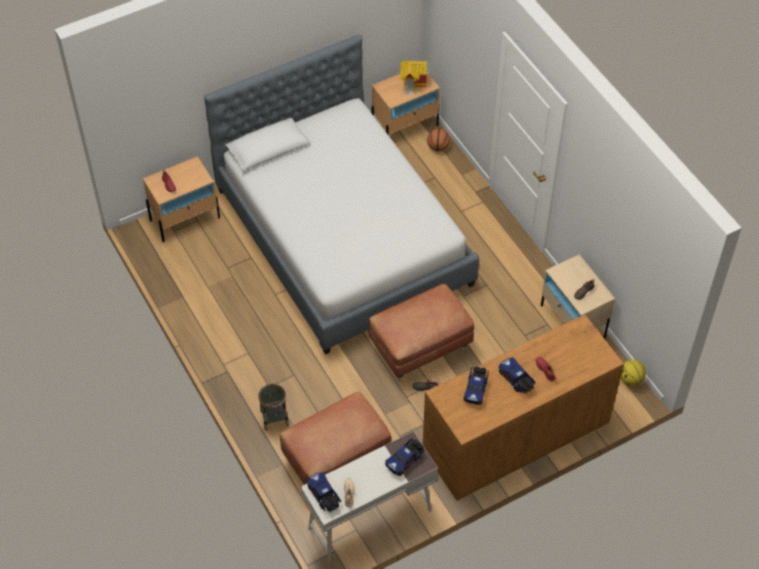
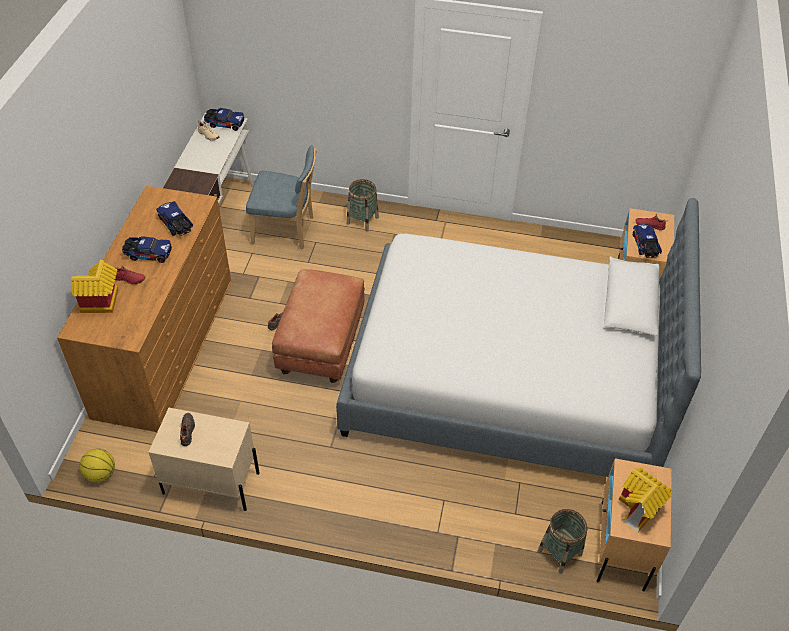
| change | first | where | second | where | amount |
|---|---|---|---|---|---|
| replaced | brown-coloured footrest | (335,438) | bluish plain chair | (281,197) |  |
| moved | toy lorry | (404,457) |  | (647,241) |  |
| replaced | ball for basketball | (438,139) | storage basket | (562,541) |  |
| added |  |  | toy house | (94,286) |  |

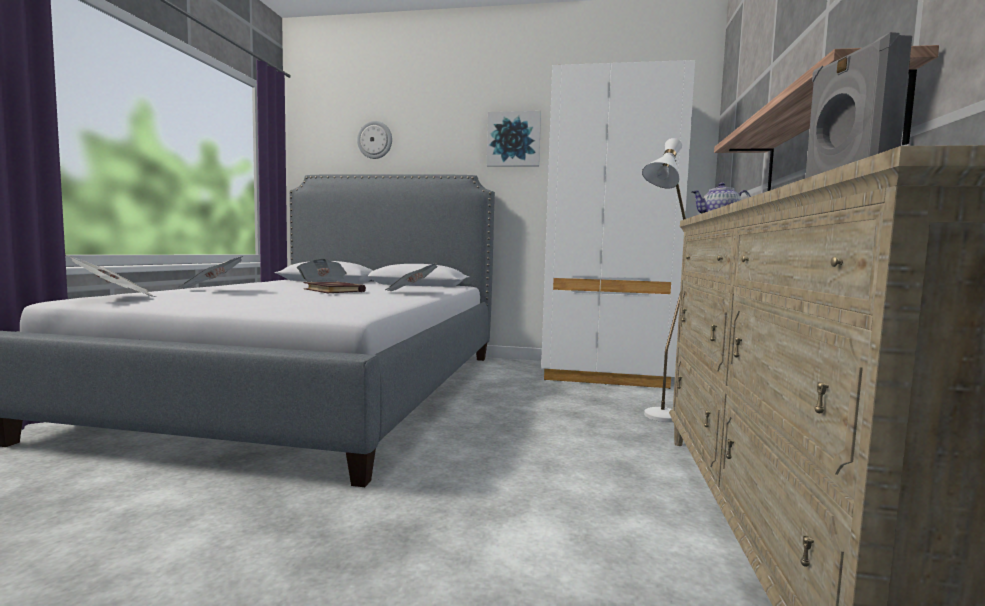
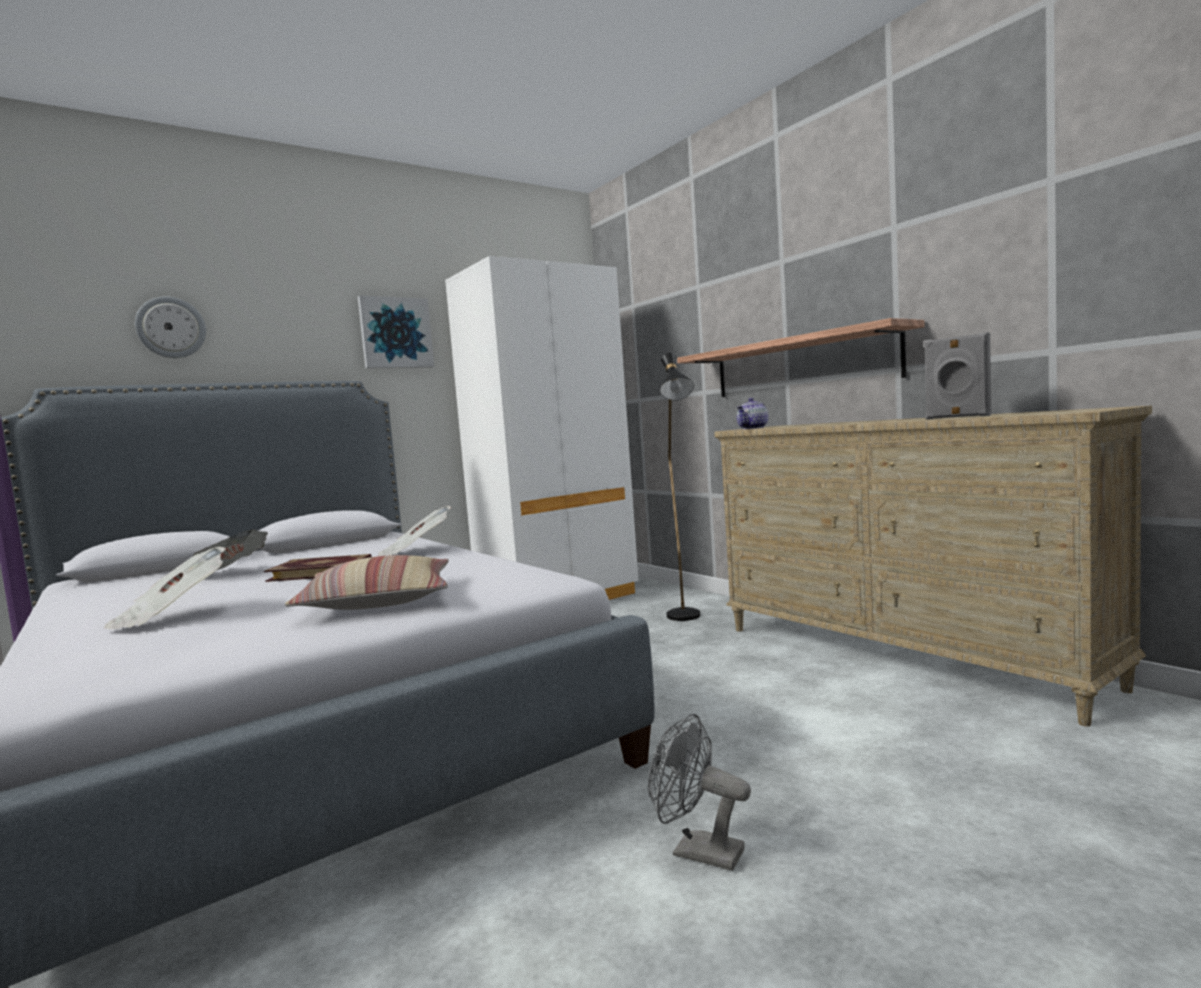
| change | first | where | second | where | amount |
|---|---|---|---|---|---|
| removed | printed paper | (111,276) |  |  |  |
| recoloured | white standard lamp | (664,280) | black-coloured standard lamp | (680,487) |  |
| added |  |  | cushion | (367,582) |  |
| added |  |  | grey cooling fan | (699,792) |  |

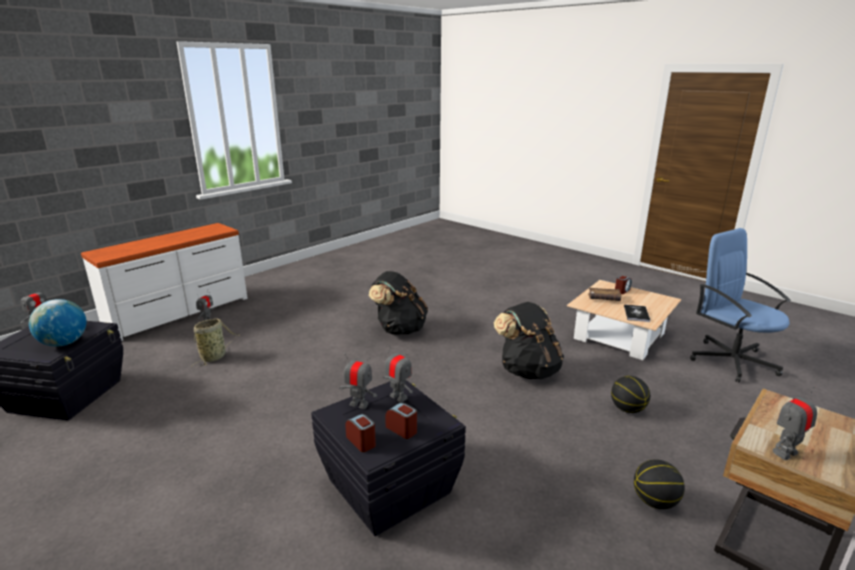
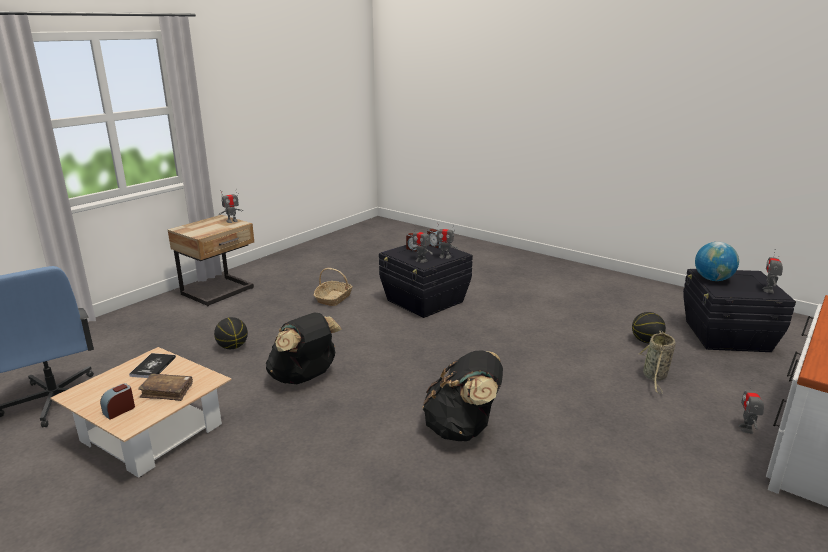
| change | first | where | second | where | amount |
|---|---|---|---|---|---|
| moved | ball for basketball | (659,484) |  | (649,327) |  |
| added |  |  | storage basket | (333,287) |  |

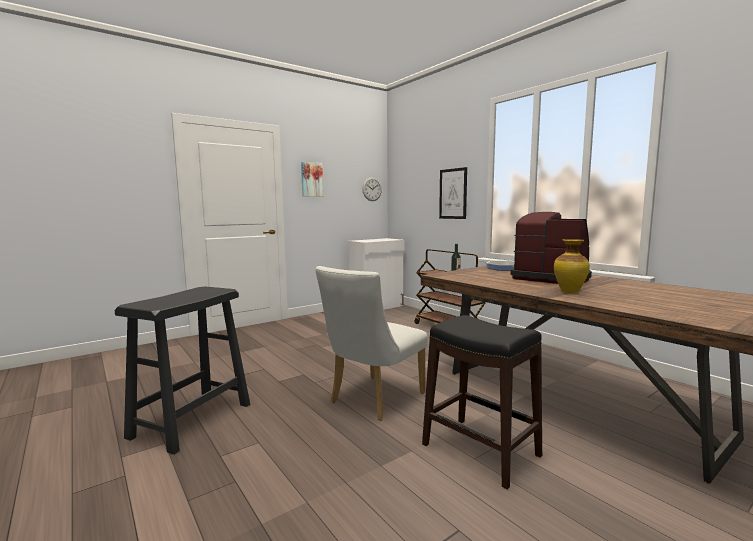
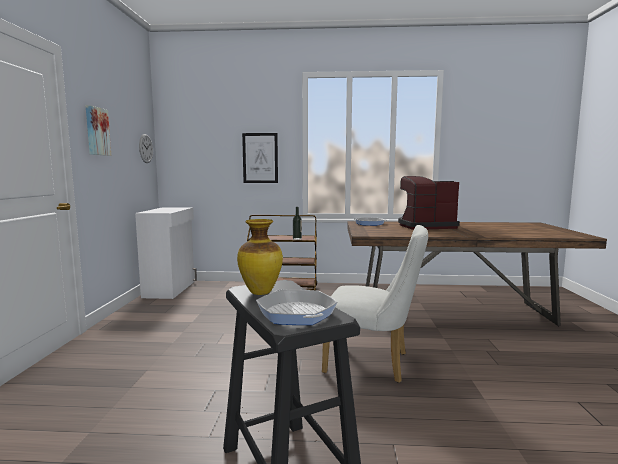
| change | first | where | second | where | amount |
|---|---|---|---|---|---|
| turned | white plain chair | (371,343) |  | (375,304) | 60 degrees counterclockwise |
| removed | black-coloured sitting stool | (482,402) |  |  |  |
| moved | decorative vase | (572,266) |  | (260,257) |  |
| added |  |  | pan | (297,307) |  |

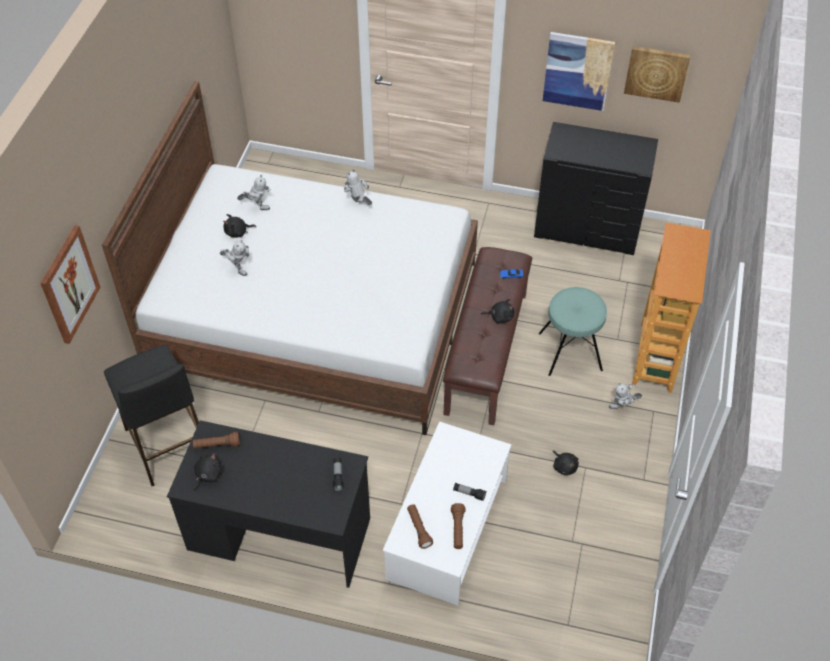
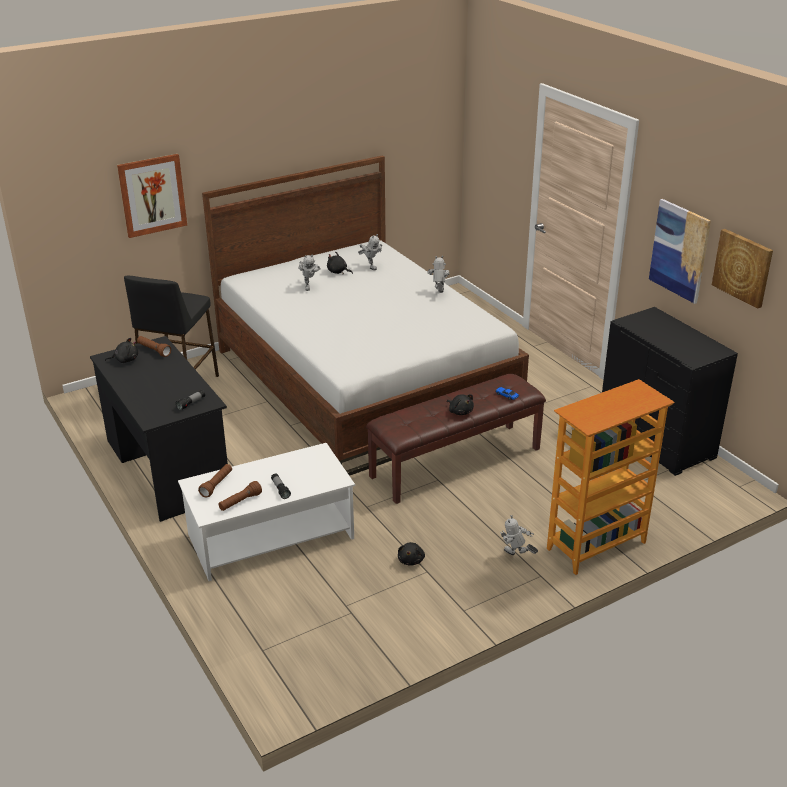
| change | first | where | second | where | amount |
|---|---|---|---|---|---|
| removed | turquoise-coloured sitting stool | (573,331) |  |  |  |

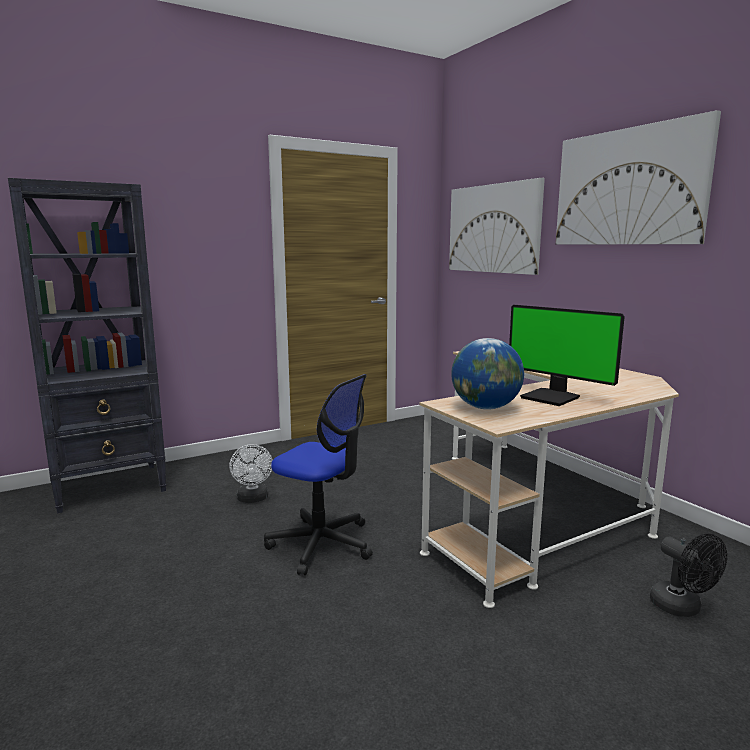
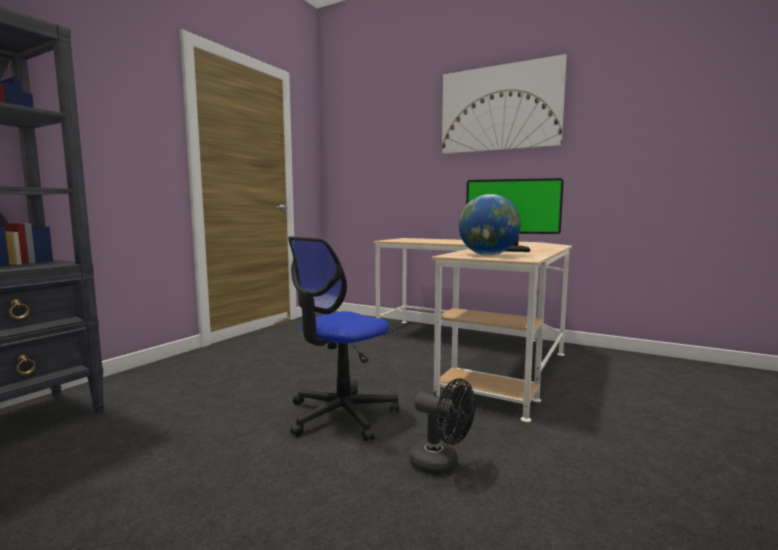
| change | first | where | second | where | amount |
|---|---|---|---|---|---|
| removed | white cooling fan | (251,473) |  |  |  |
| turned | computer chair | (318,475) |  | (343,338) | 135 degrees clockwise |
| removed | wall art | (497,226) |  |  |  |
| moved | black-coloured cooling fan | (688,575) |  | (442,427) |  |

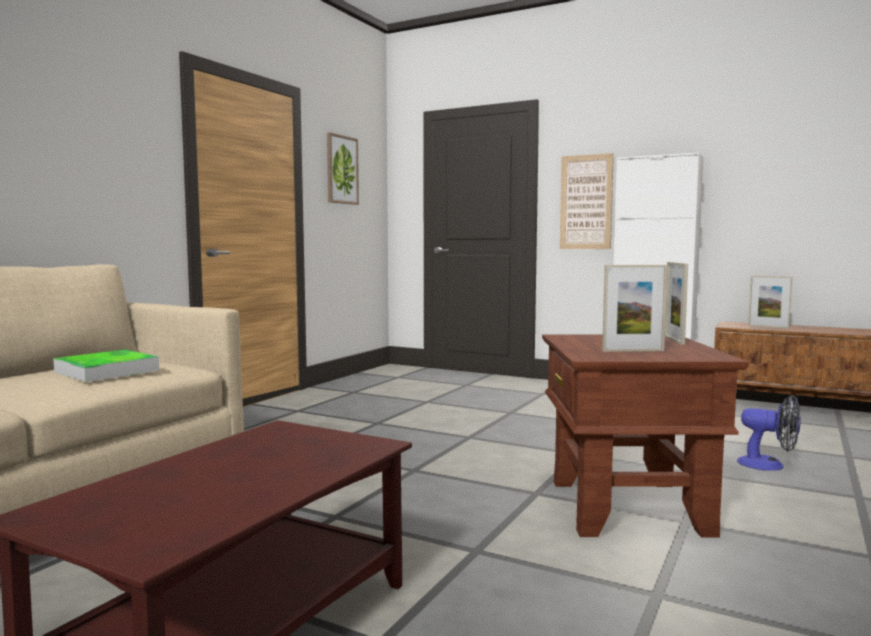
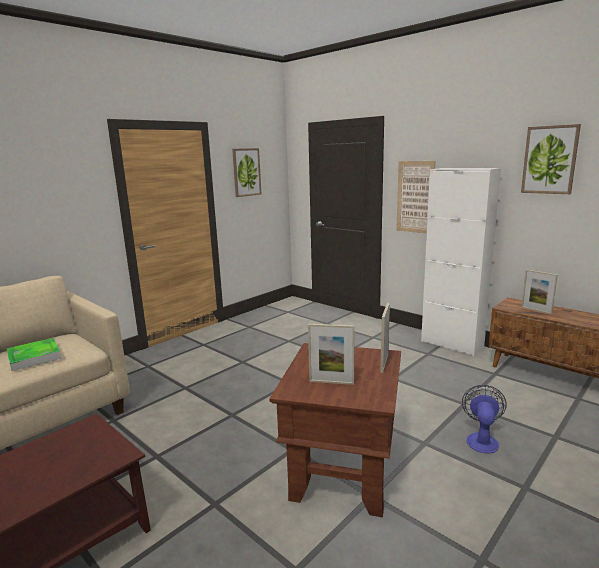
| change | first | where | second | where | amount |
|---|---|---|---|---|---|
| turned | cooling fan | (769,433) |  | (484,419) | 120 degrees counterclockwise |
| added |  |  | wall art | (551,159) |  |

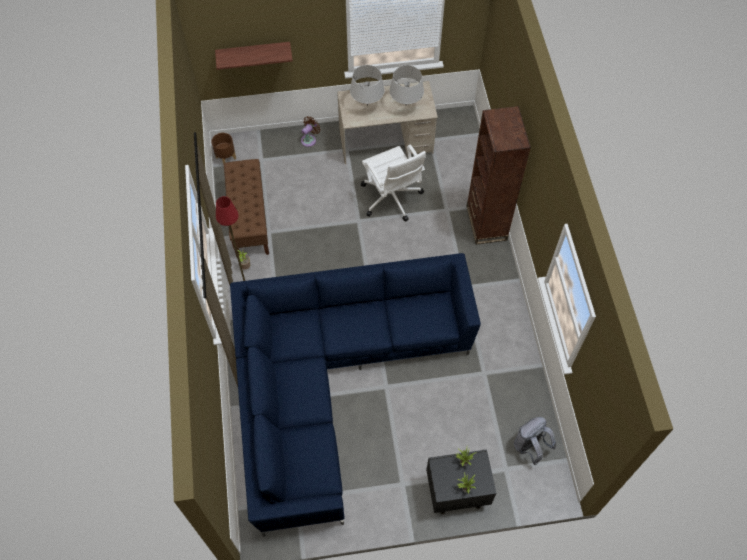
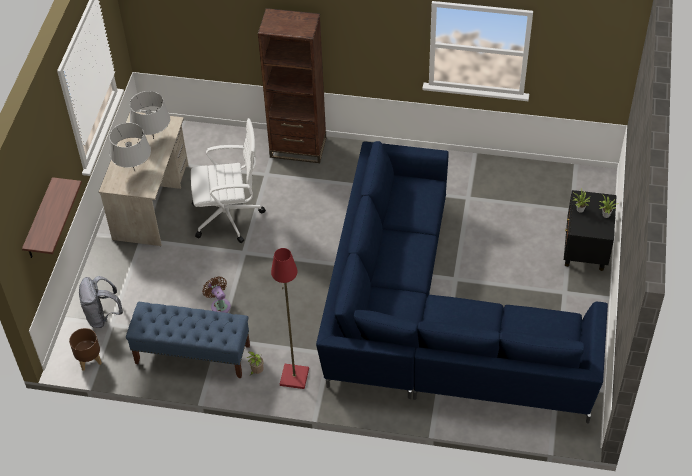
| change | first | where | second | where | amount |
|---|---|---|---|---|---|
| recoloured | brown-coloured indoor bench | (246,208) | bluish indoor bench | (188,340) |  |
| moved | brown-coloured cooling fan | (310,131) |  | (216,294) |  |
| moved | grey backpack | (535,441) |  | (101,302) |  |

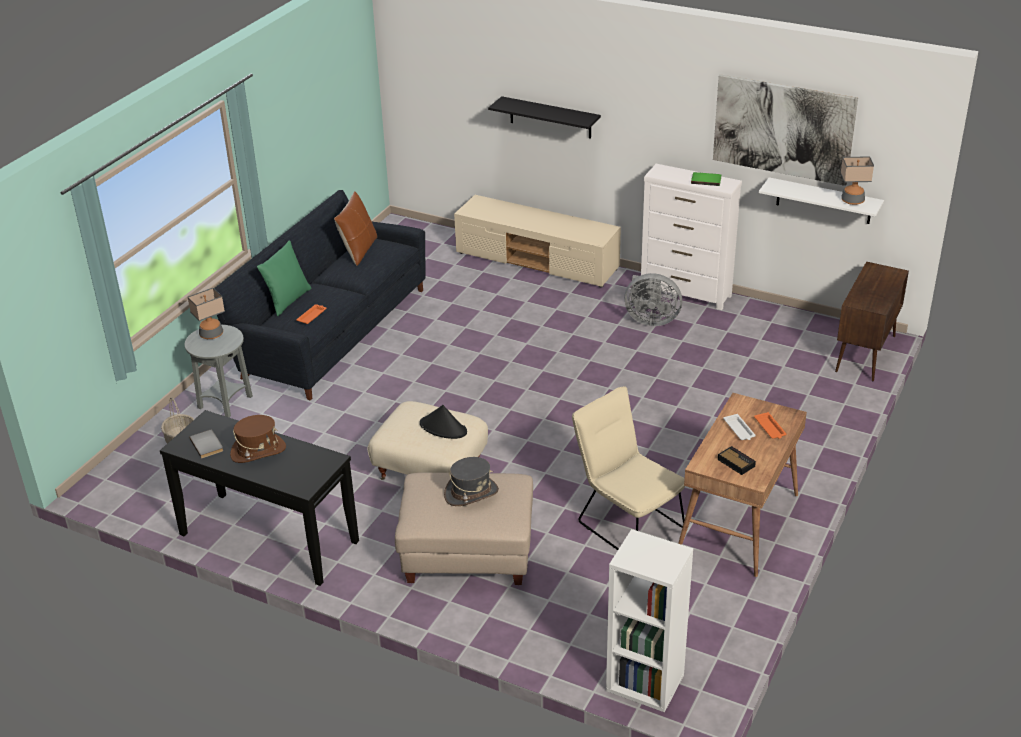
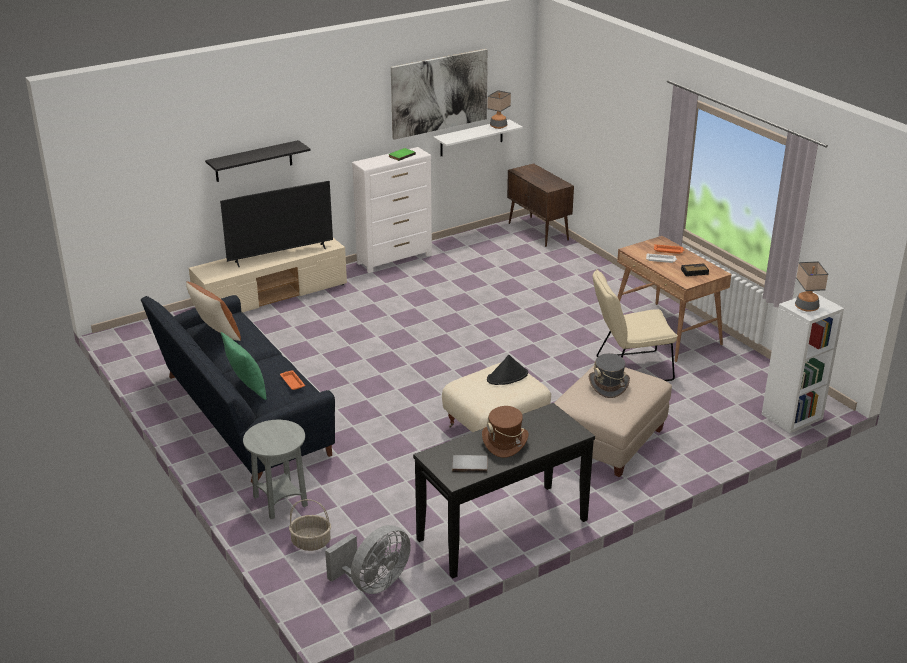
| change | first | where | second | where | amount |
|---|---|---|---|---|---|
| moved | tabletop lamp | (206,313) |  | (811,286) |  |
| moved | grey cooling fan | (653,299) |  | (368,559) |  |
| added |  |  | TV | (276,224) |  |

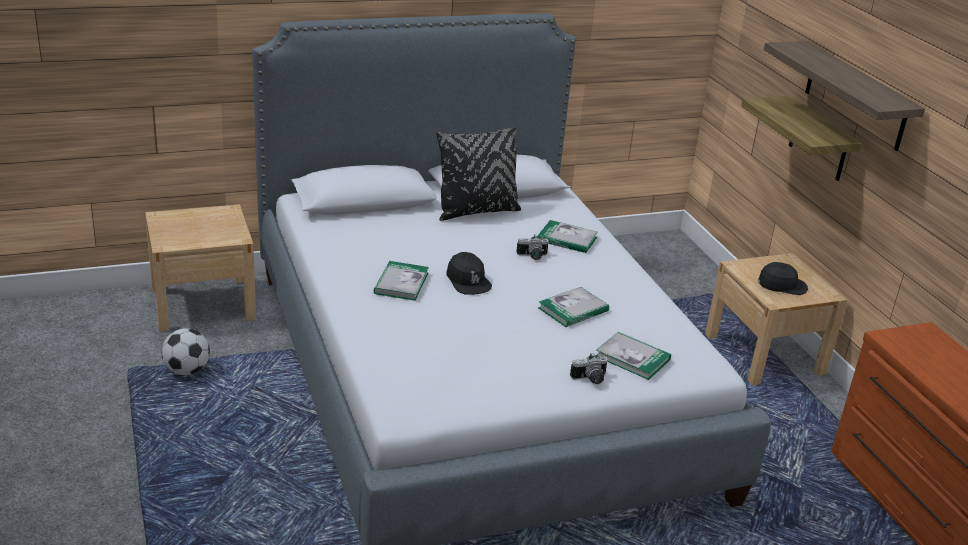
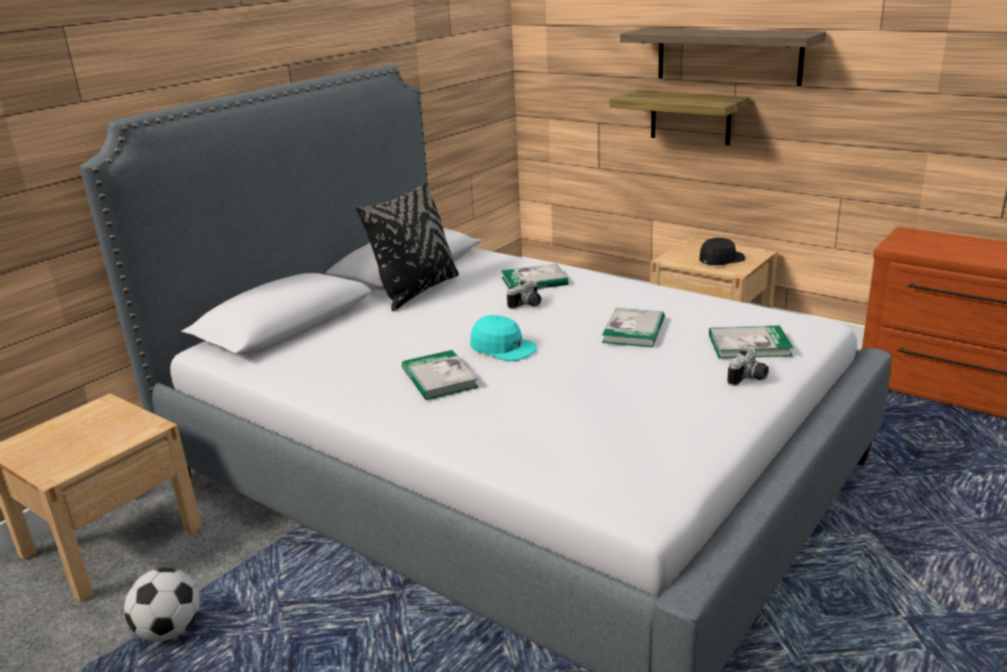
| change | first | where | second | where | amount |
|---|---|---|---|---|---|
| recoloured | black-coloured baseball cap | (469,273) | turquoise-coloured baseball cap | (503,338) |  |

